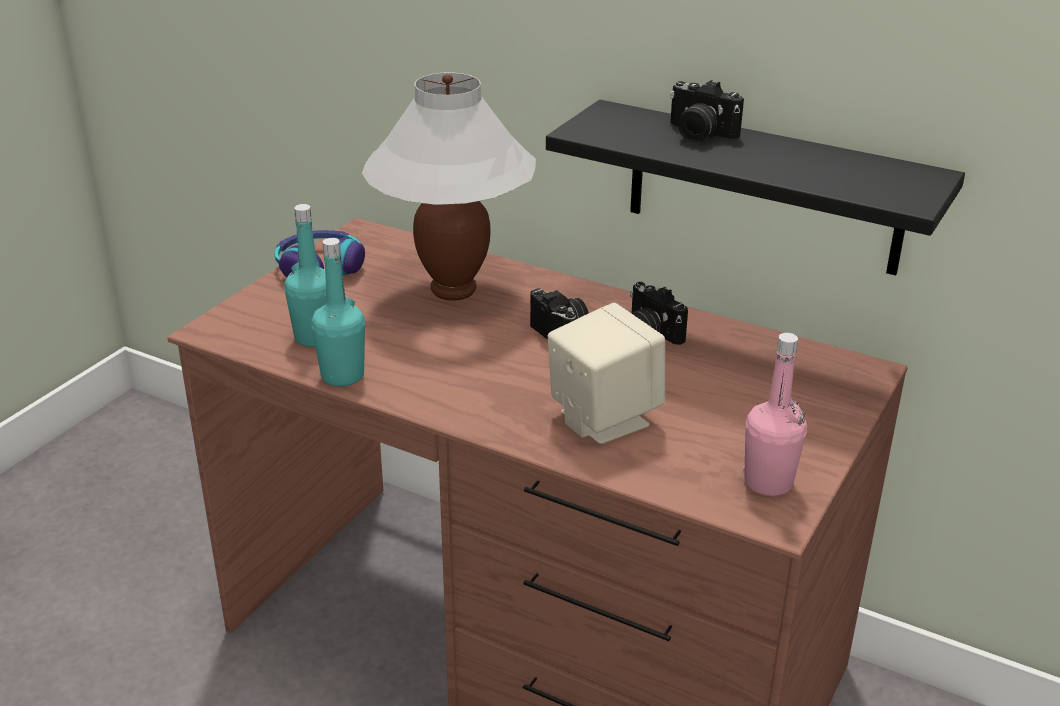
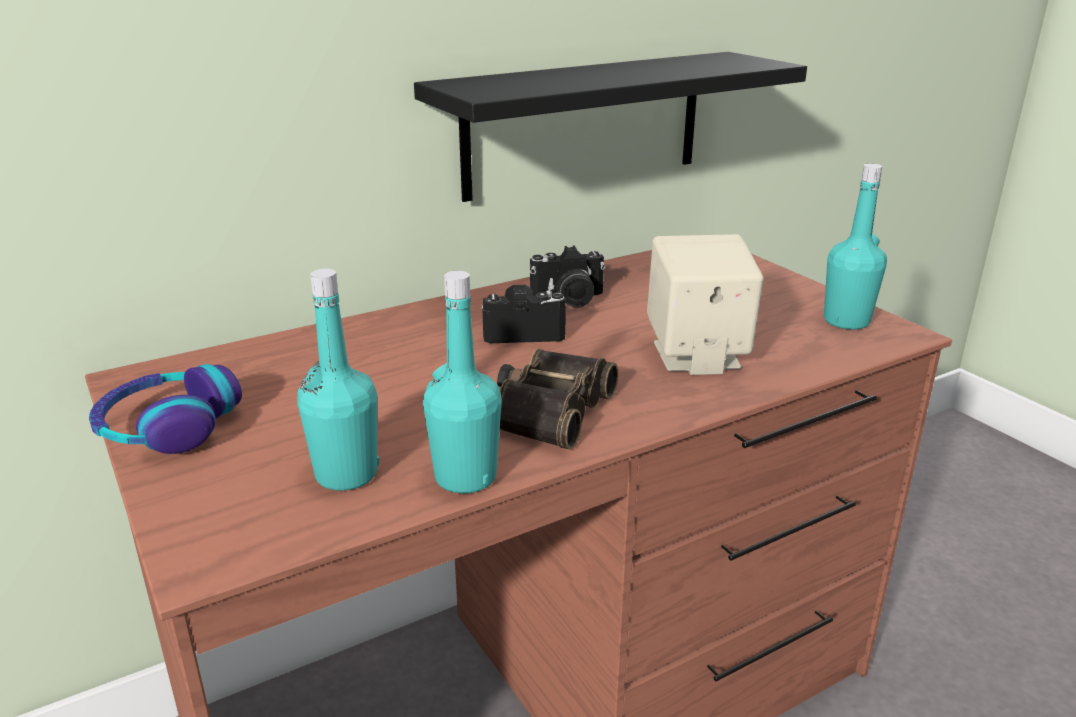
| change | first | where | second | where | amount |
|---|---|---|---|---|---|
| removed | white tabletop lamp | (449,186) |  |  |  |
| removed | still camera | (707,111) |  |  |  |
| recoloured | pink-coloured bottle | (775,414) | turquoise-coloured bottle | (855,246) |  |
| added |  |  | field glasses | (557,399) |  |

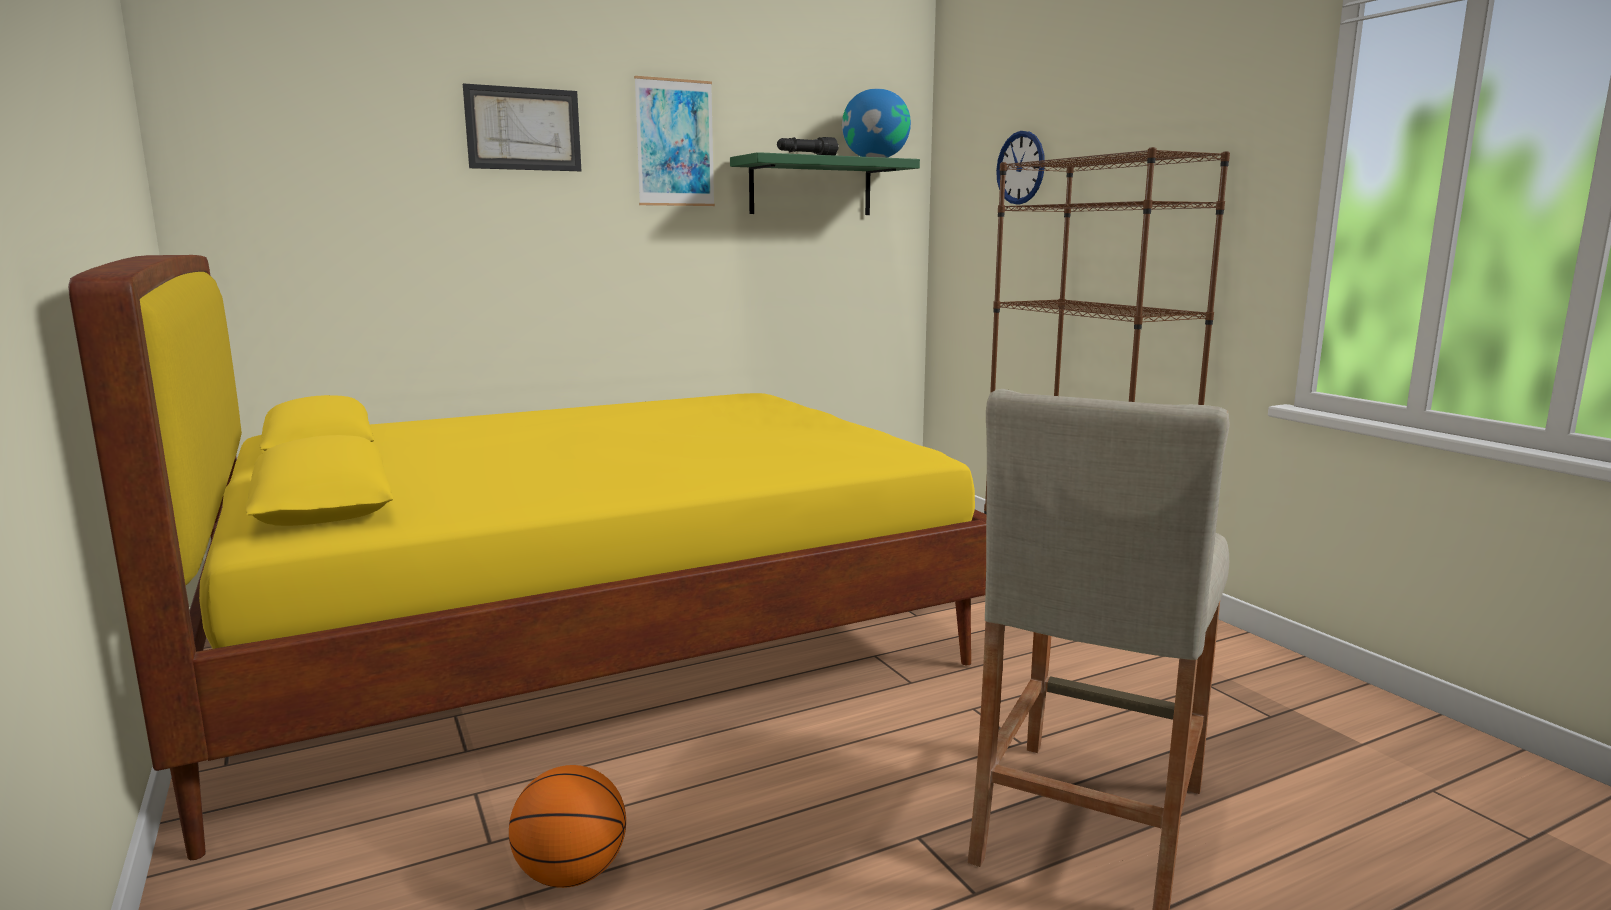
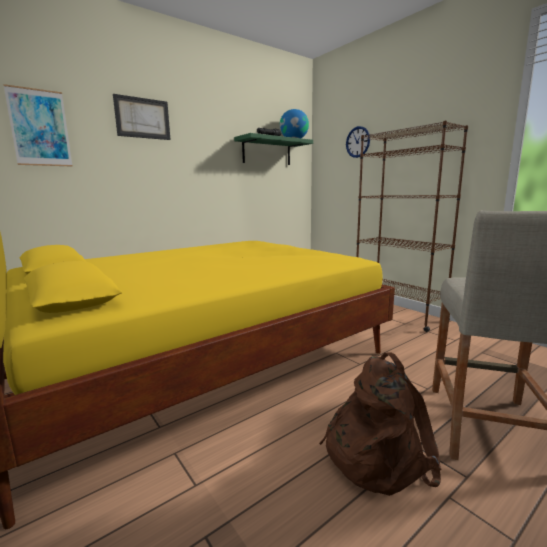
| change | first | where | second | where | amount |
|---|---|---|---|---|---|
| removed | ball for basketball | (567,826) |  |  |  |
| moved | wall art | (674,141) |  | (38,125) |  |
| added |  |  | brown-coloured backpack | (380,424) |  |

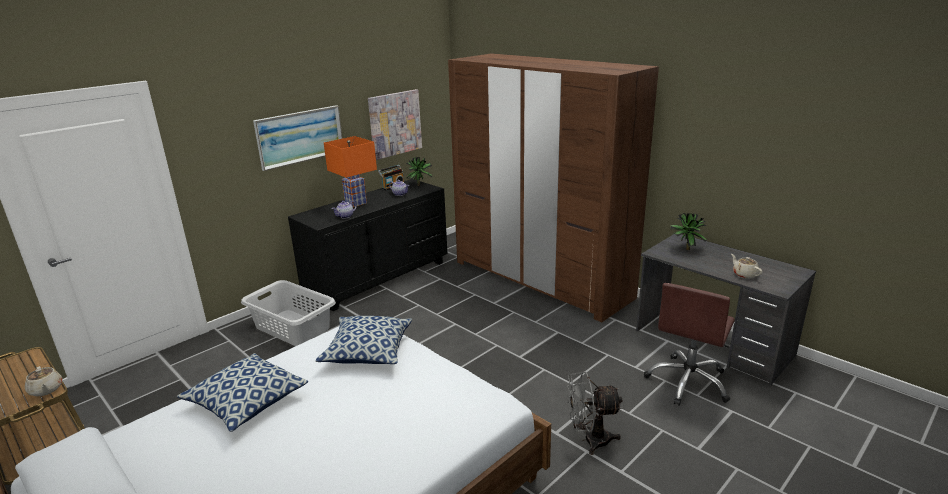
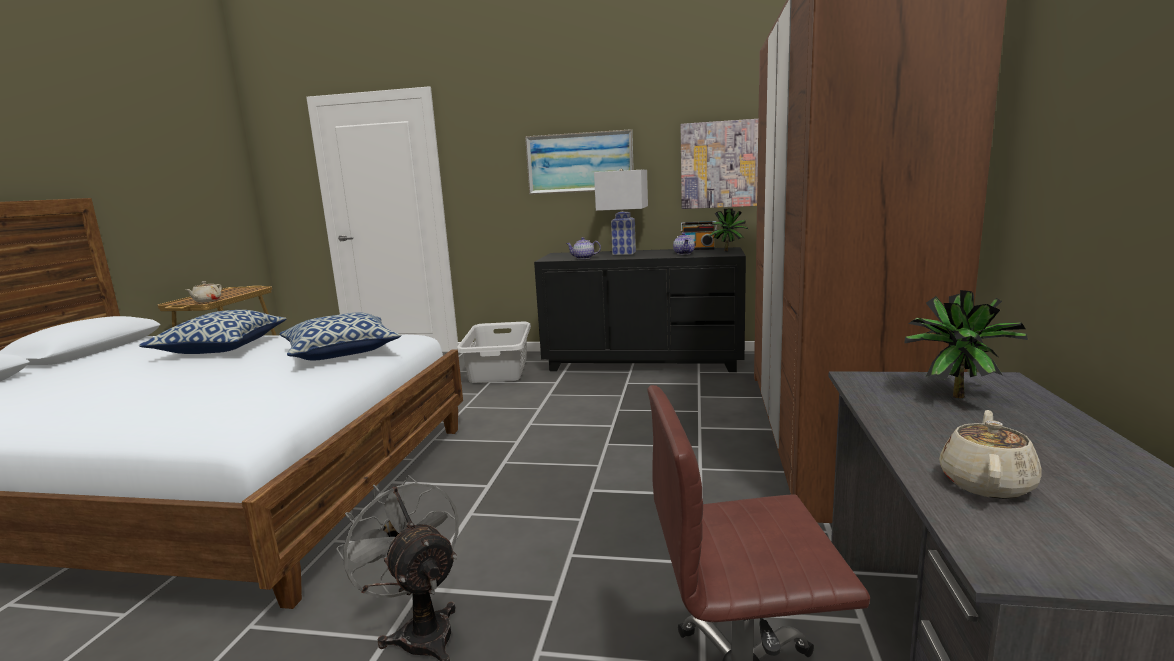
| change | first | where | second | where | amount |
|---|---|---|---|---|---|
| recoloured | orange tabletop lamp | (350,171) | white tabletop lamp | (621,212) |  |

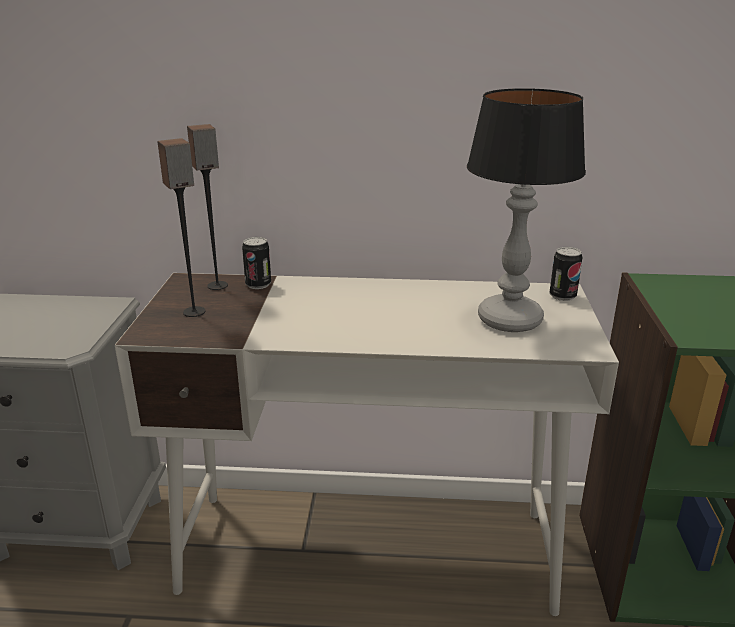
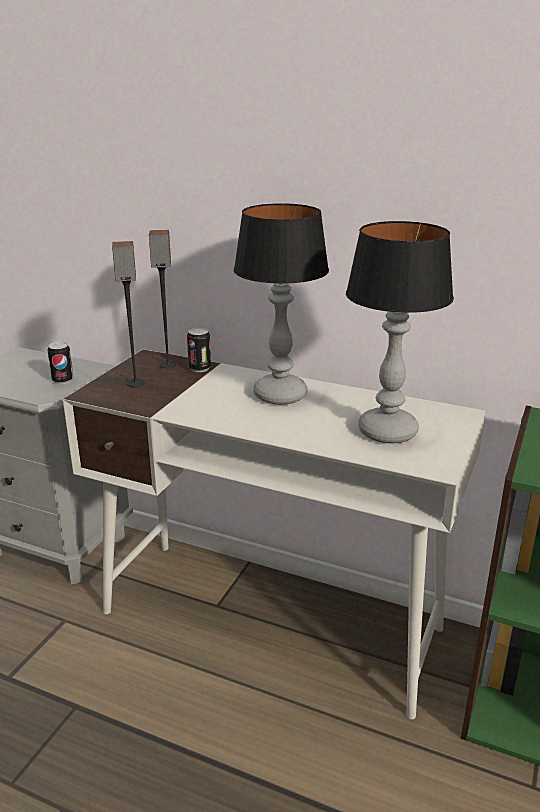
| change | first | where | second | where | amount |
|---|---|---|---|---|---|
| moved | sealed can | (566,274) |  | (61,363) |  |
| added |  |  | tabletop lamp | (281,304) |  |

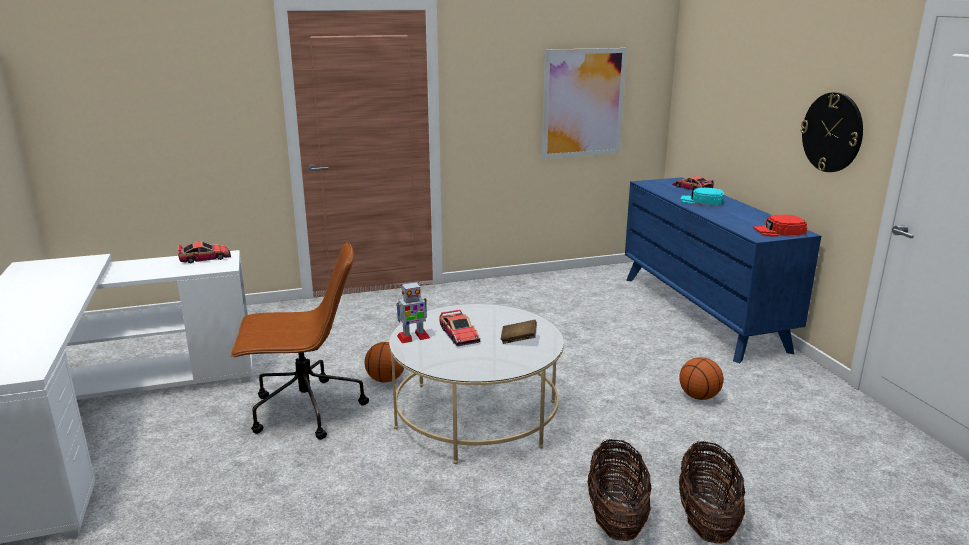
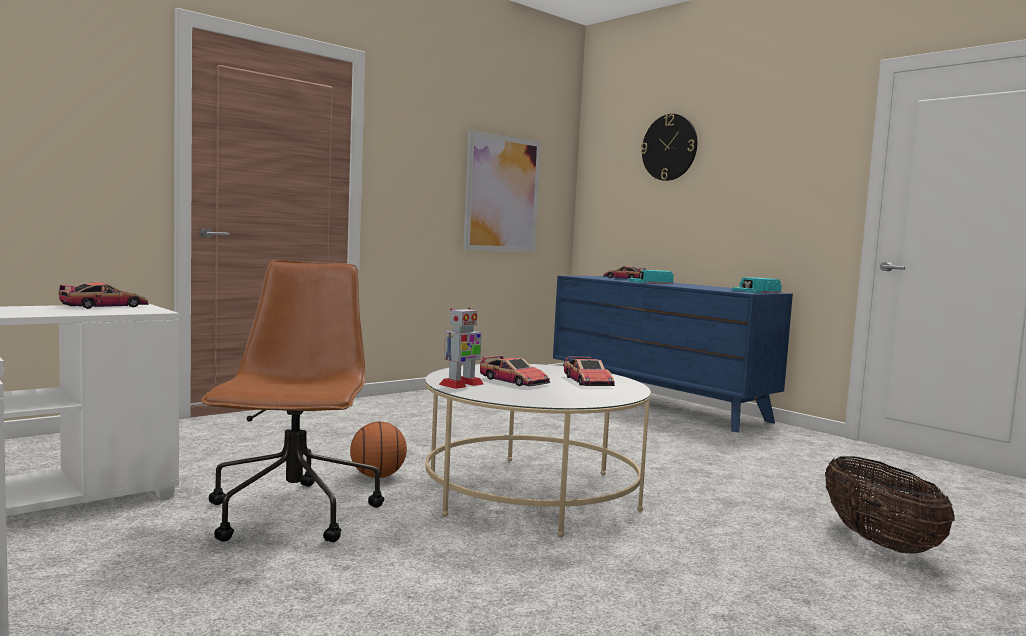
| change | first | where | second | where | amount |
|---|---|---|---|---|---|
| turned | brown-coloured computer chair | (300,341) |  | (292,401) | 60 degrees counterclockwise |
| replaced | brown-coloured bound book | (519,332) | model car | (589,371) |  |
| removed | storage basket | (619,490) |  |  |  |
| removed | ball for basketball | (701,378) |  |  |  |
| recoloured | red baseball cap | (780,226) | turquoise-coloured baseball cap | (756,285) |  |
| moved | hanging clock | (832,132) |  | (669,147) |  |

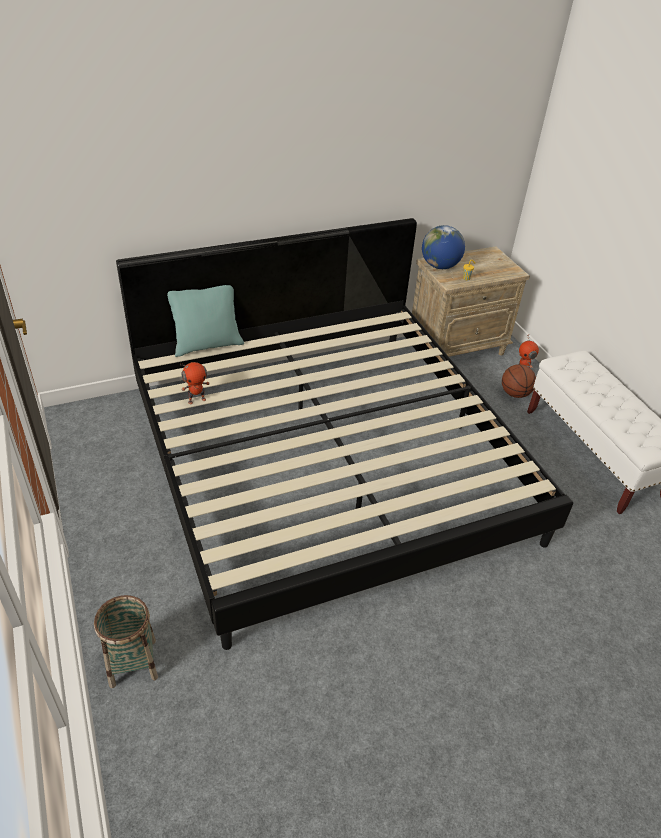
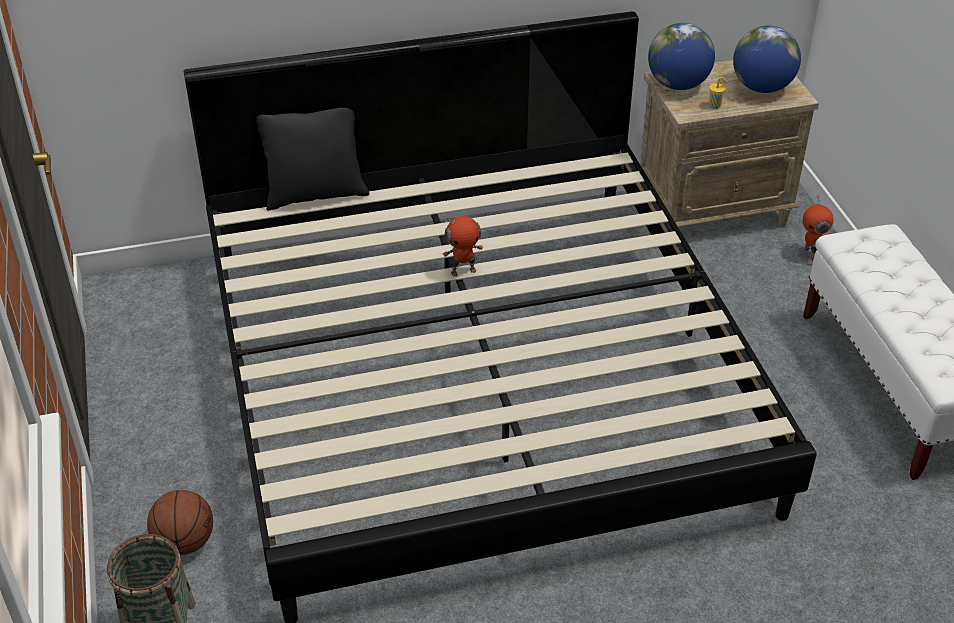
| change | first | where | second | where | amount |
|---|---|---|---|---|---|
| recoloured | turquoise-coloured cushion | (205,321) | black-coloured cushion | (313,159) |  |
| moved | toy robot | (195,383) |  | (463,246) |  |
| moved | ball for basketball | (519,381) |  | (180,522) |  |
| added |  |  | globe | (767,59) |  |

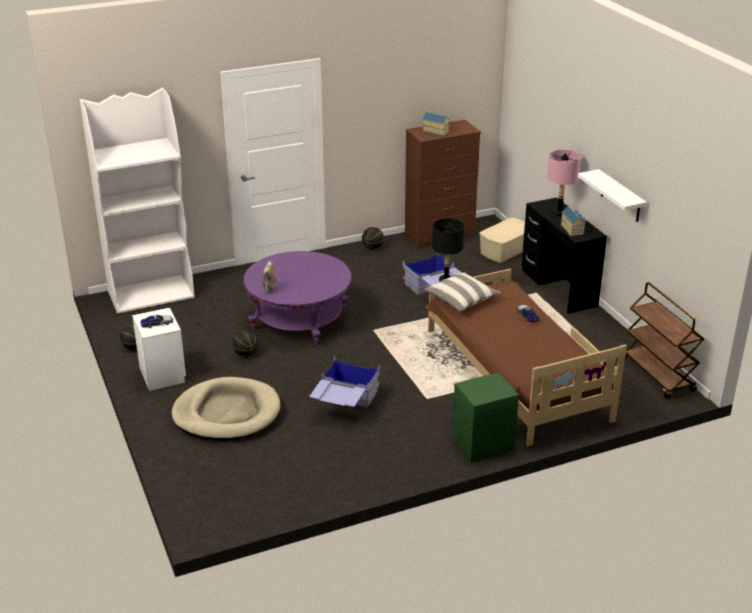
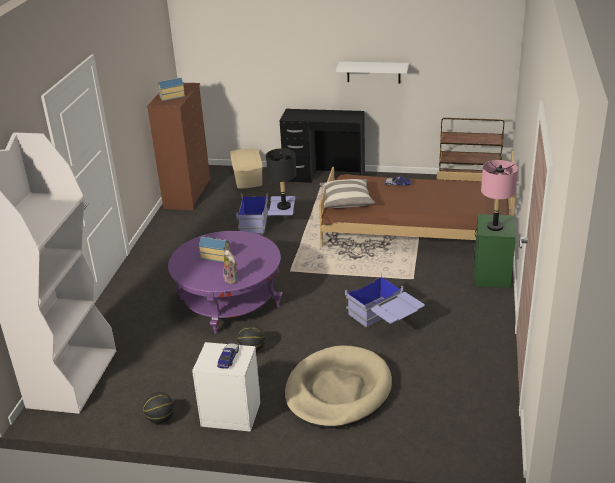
| change | first | where | second | where | amount |
|---|---|---|---|---|---|
| removed | ball for basketball | (373,238) |  |  |  |
| moved | pink-coloured tabletop lamp | (564,183) |  | (499,195) |  |
| moved | toy house | (573,221) |  | (214,249) |  |

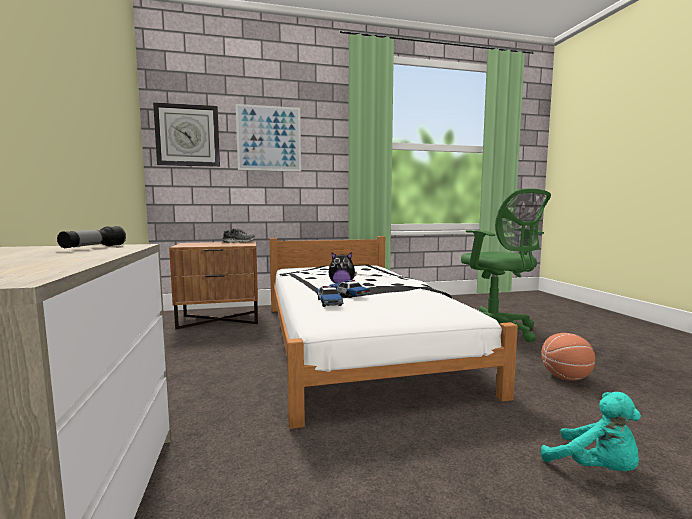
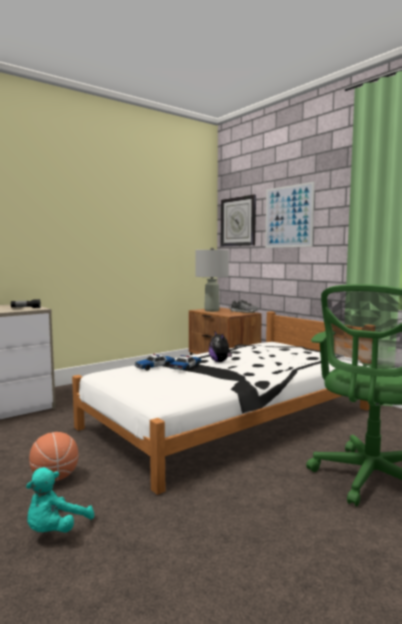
| change | first | where | second | where | amount |
|---|---|---|---|---|---|
| moved | ball for basketball | (568,357) |  | (53,456) |  |
| added |  |  | grey tabletop lamp | (212,279) |  |

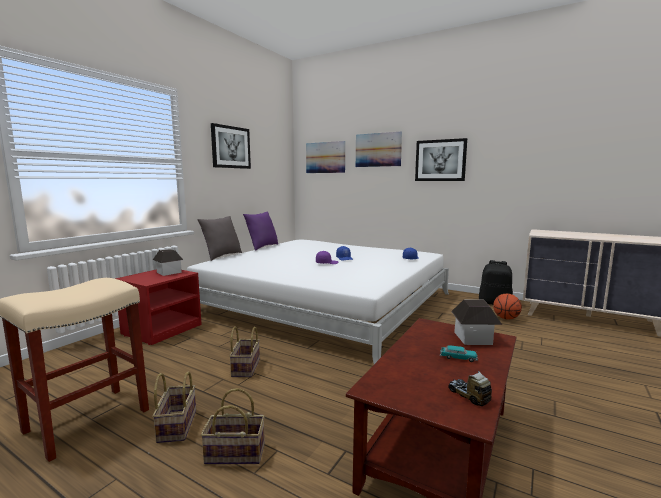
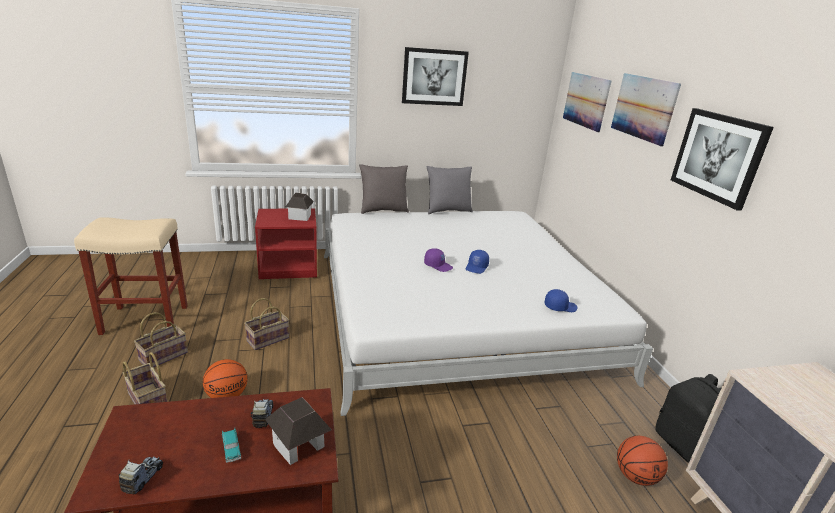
| change | first | where | second | where | amount |
|---|---|---|---|---|---|
| recoloured | purplish cushion | (260,231) | grey cushion | (449,190) |  |
| added |  |  | ball for basketball | (225,378) |  |
| added |  |  | toy lorry | (262,413) |  |

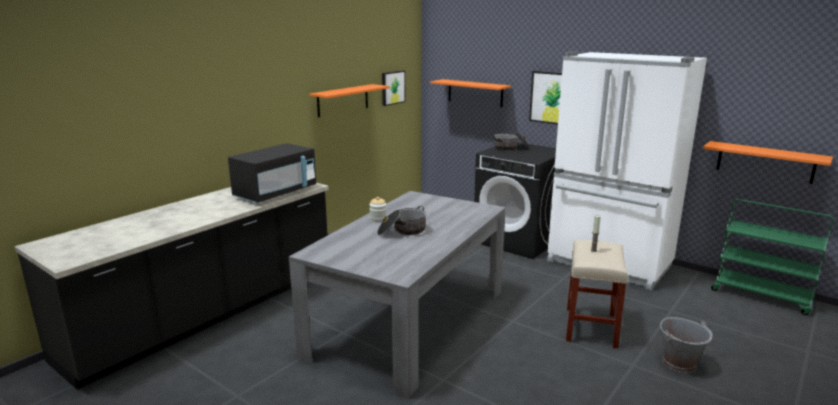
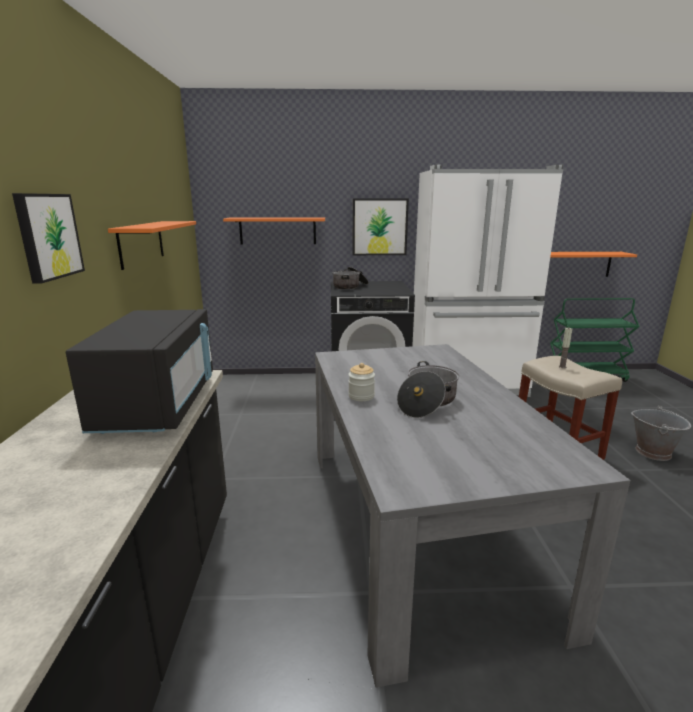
| change | first | where | second | where | amount |
|---|---|---|---|---|---|
| moved | wall art | (394,88) |  | (48,238) |  |

